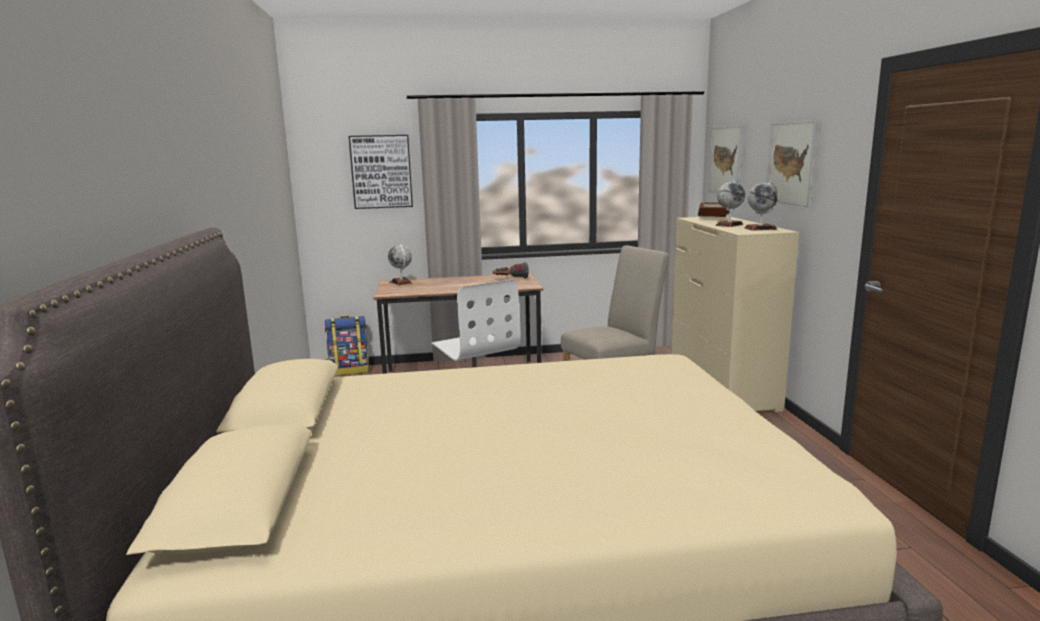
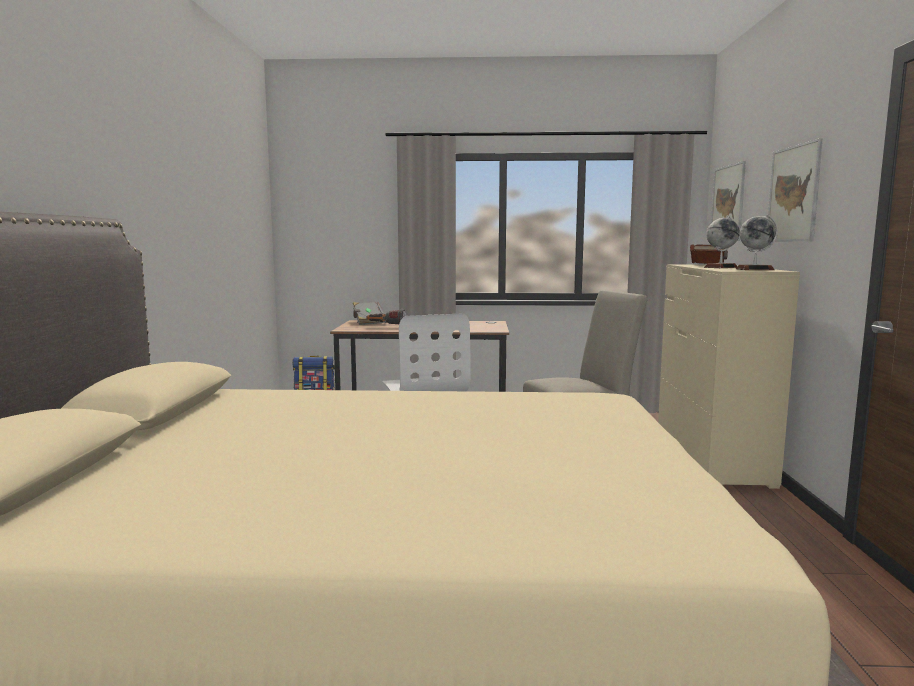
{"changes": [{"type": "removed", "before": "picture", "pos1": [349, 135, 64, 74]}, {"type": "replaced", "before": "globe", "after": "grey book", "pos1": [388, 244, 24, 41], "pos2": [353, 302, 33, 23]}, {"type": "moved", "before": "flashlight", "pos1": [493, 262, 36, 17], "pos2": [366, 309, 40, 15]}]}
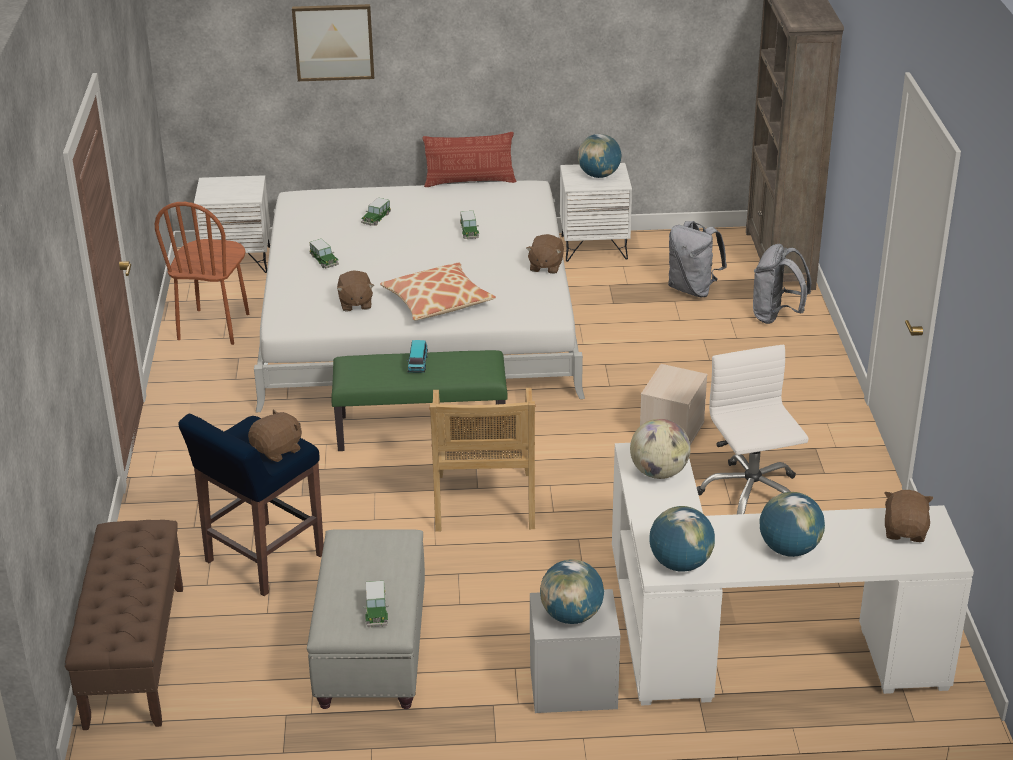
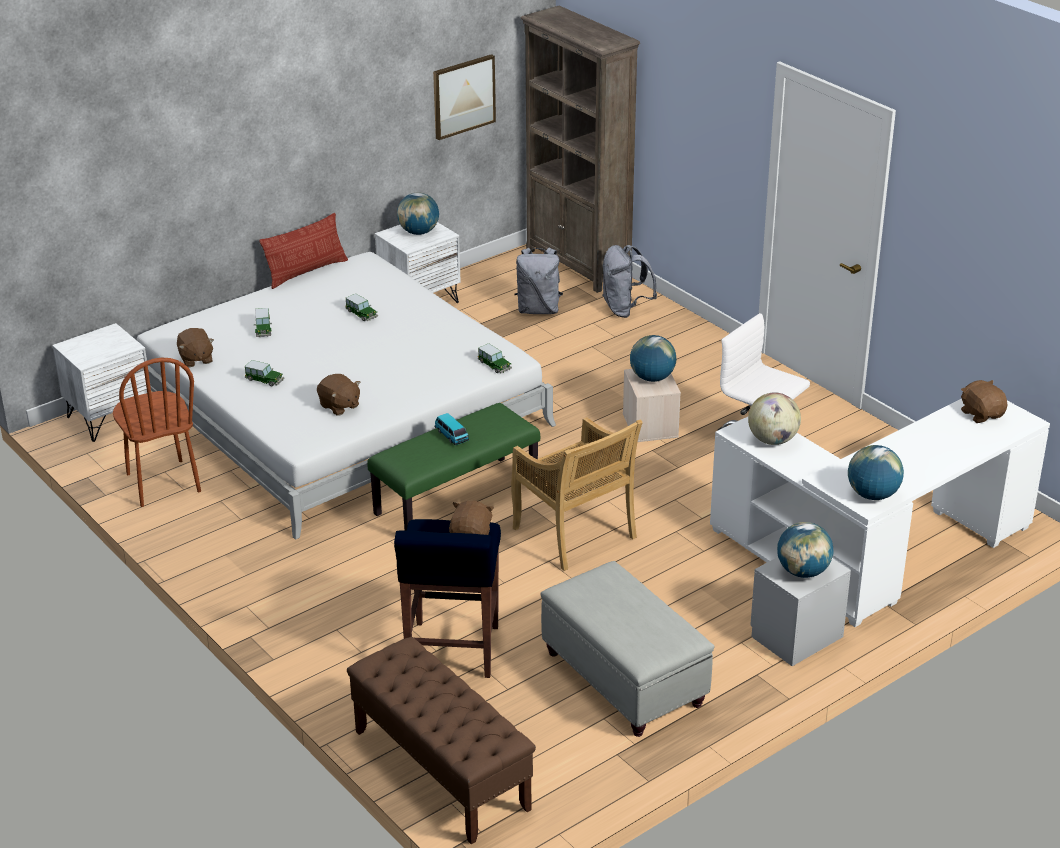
{"changes": [{"type": "moved", "before": "picture", "pos1": [292, 4, 82, 77], "pos2": [433, 54, 63, 86]}, {"type": "moved", "before": "toy car", "pos1": [364, 581, 25, 47], "pos2": [478, 343, 34, 30]}, {"type": "removed", "before": "pillow", "pos1": [380, 262, 116, 58]}, {"type": "moved", "before": "brown plush toy", "pos1": [526, 234, 38, 40], "pos2": [177, 328, 37, 40]}, {"type": "moved", "before": "globe", "pos1": [760, 492, 65, 65], "pos2": [630, 335, 46, 47]}]}
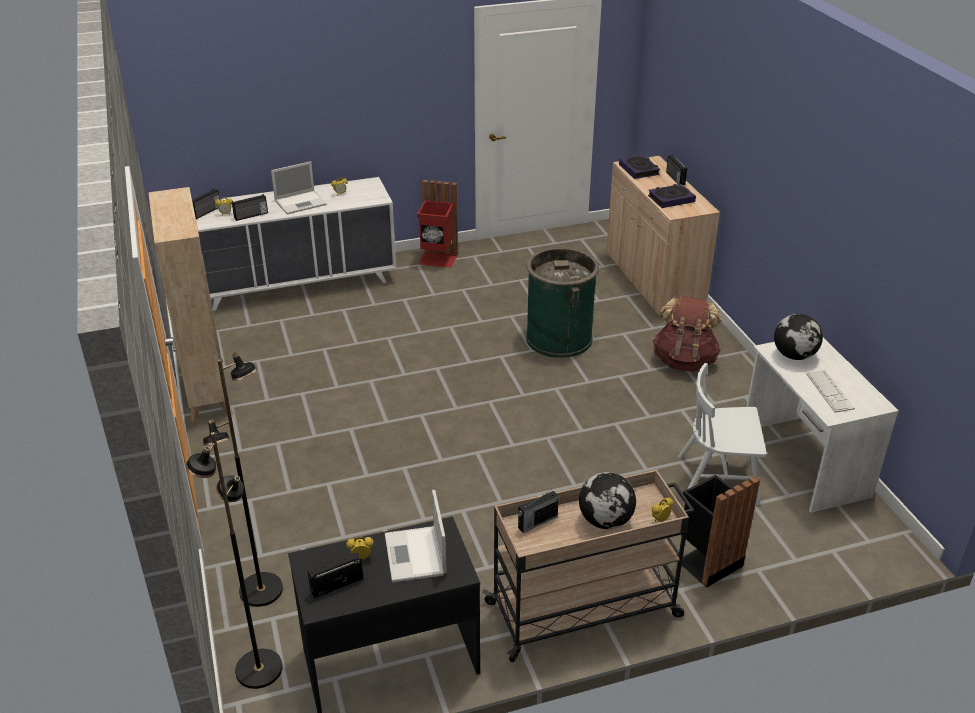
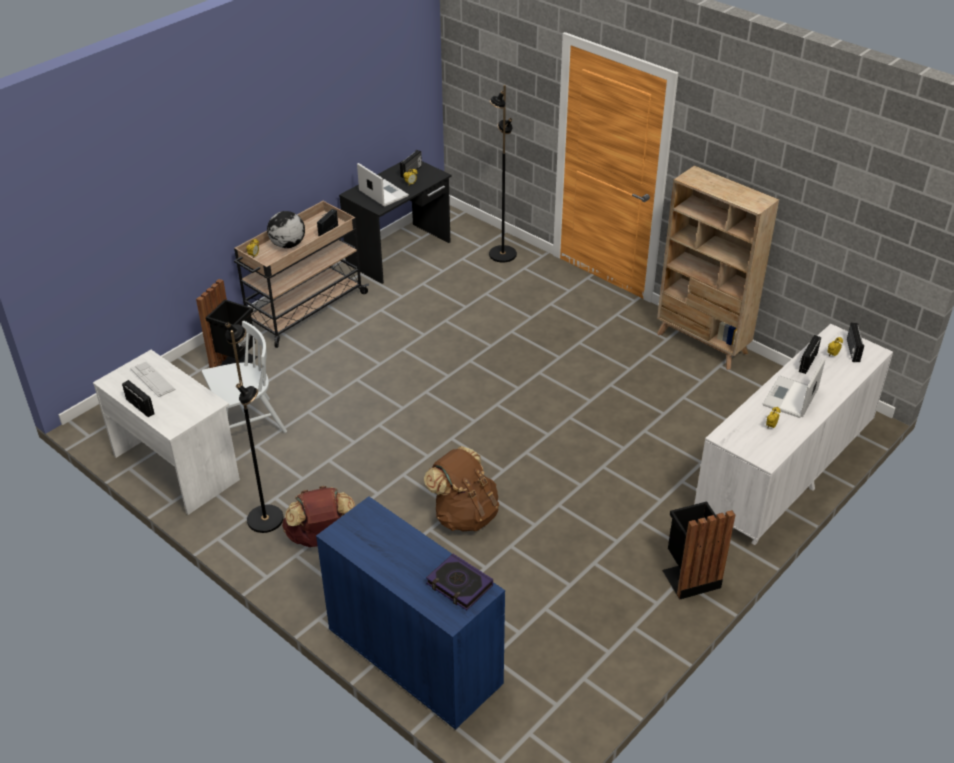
{"changes": [{"type": "moved", "before": "black floor lamp", "pos1": [186, 432, 97, 257], "pos2": [225, 322, 59, 211]}, {"type": "recoloured", "before": "red trash can", "after": "black trash can", "pos1": [417, 180, 41, 88], "pos2": [662, 501, 73, 99]}, {"type": "replaced", "before": "green trash can", "after": "brown backpack", "pos1": [526, 247, 73, 111], "pos2": [424, 446, 75, 85]}, {"type": "recoloured", "before": "beige cabinet", "after": "blue cabinet", "pos1": [606, 156, 114, 161], "pos2": [316, 496, 189, 234]}, {"type": "removed", "before": "book", "pos1": [648, 184, 48, 24]}, {"type": "moved", "before": "radio", "pos1": [666, 155, 21, 30], "pos2": [122, 380, 33, 37]}, {"type": "removed", "before": "globe", "pos1": [774, 314, 49, 46]}]}
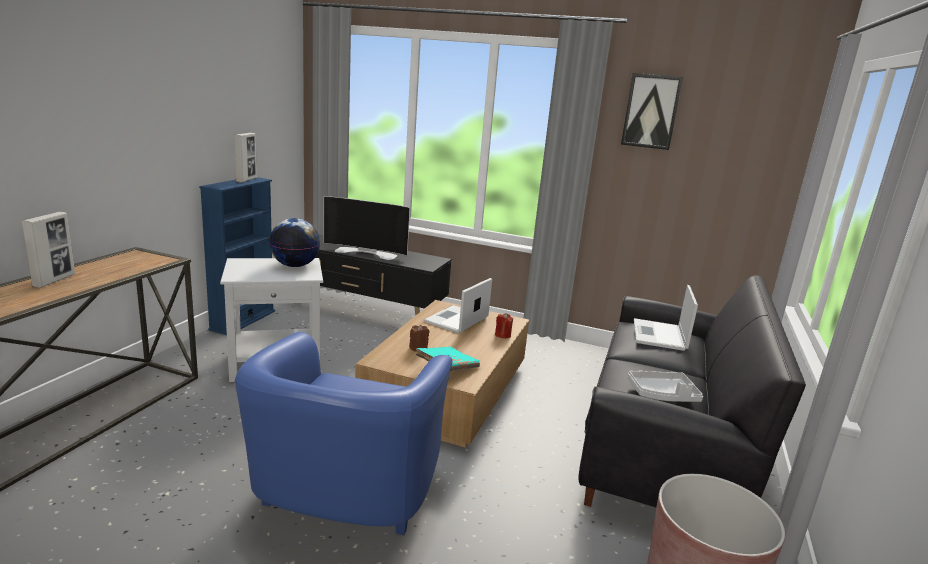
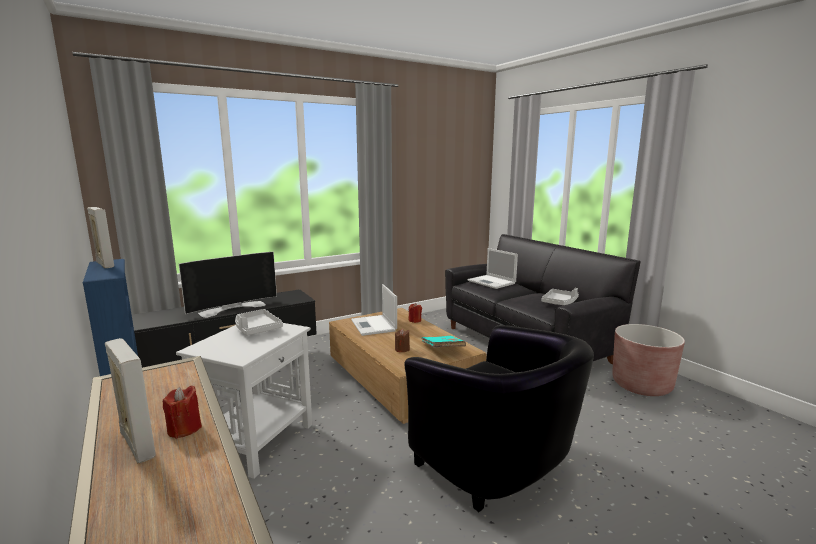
{"changes": [{"type": "recoloured", "before": "blue armchair", "after": "black armchair", "pos1": [235, 332, 218, 203], "pos2": [404, 325, 190, 187]}, {"type": "replaced", "before": "globe", "after": "grey tray", "pos1": [269, 218, 51, 49], "pos2": [235, 309, 48, 26]}, {"type": "removed", "before": "picture", "pos1": [621, 73, 62, 77]}, {"type": "added", "after": "red candle", "pos2": [162, 386, 40, 53]}]}
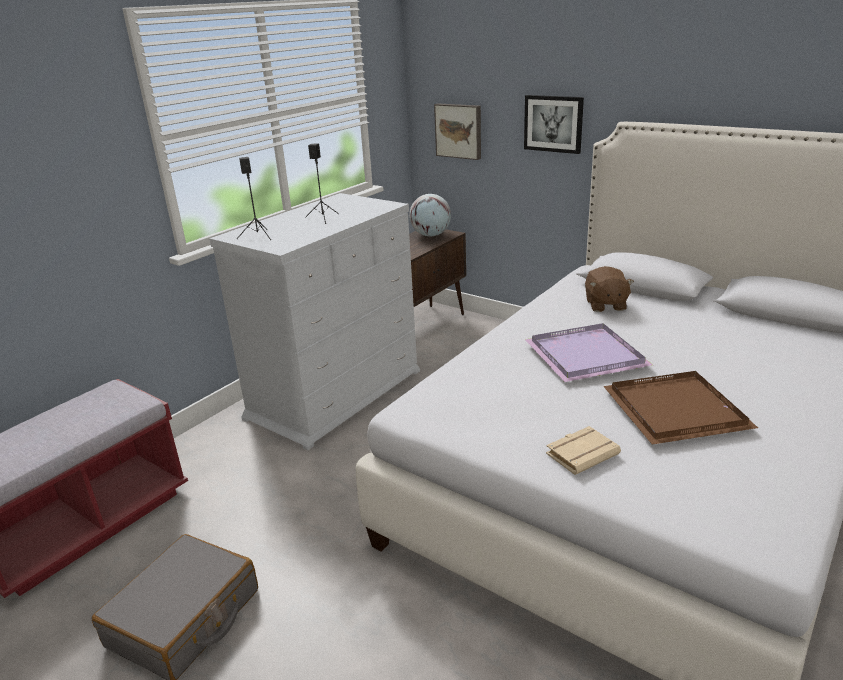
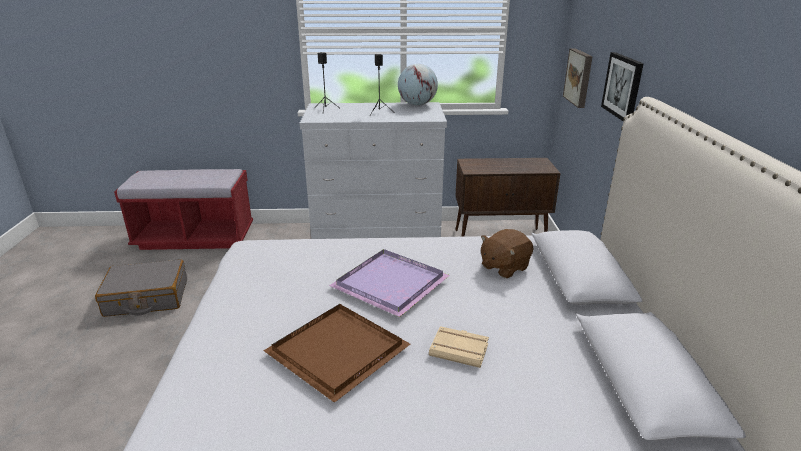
{"changes": [{"type": "moved", "before": "globe", "pos1": [409, 194, 42, 42], "pos2": [398, 64, 40, 42]}, {"type": "moved", "before": "beige book", "pos1": [546, 426, 75, 49], "pos2": [429, 326, 60, 42]}]}
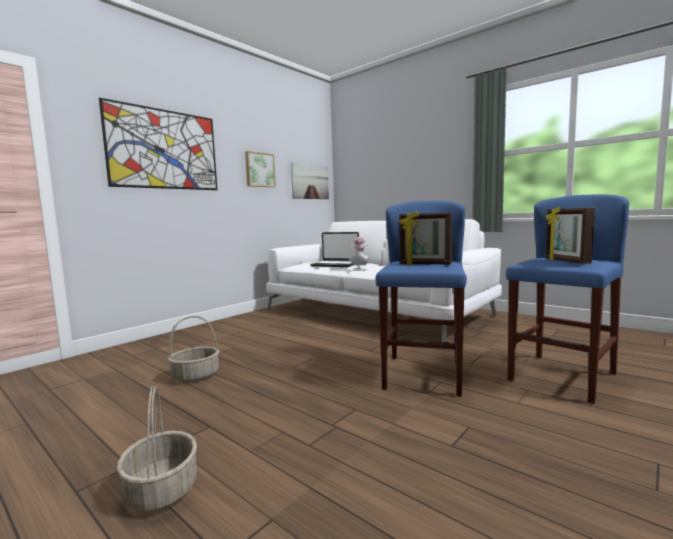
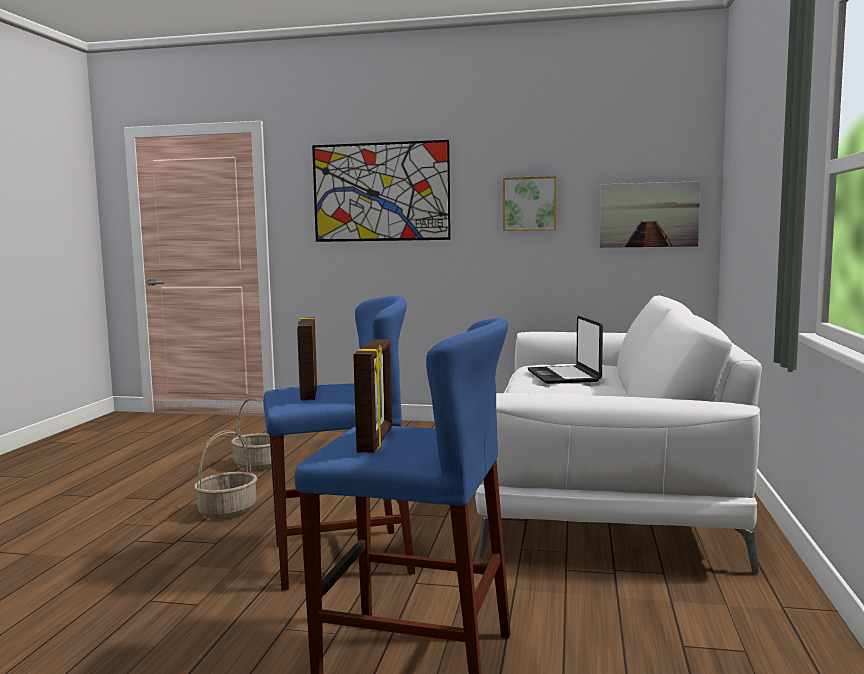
{"changes": [{"type": "moved", "before": "basket", "pos1": [117, 386, 80, 126], "pos2": [194, 431, 63, 88]}, {"type": "removed", "before": "hat", "pos1": [349, 237, 20, 34]}, {"type": "turned", "before": "picture frame", "pos1": [546, 207, 49, 57], "pos2": [353, 340, 39, 113], "turn": 135}]}
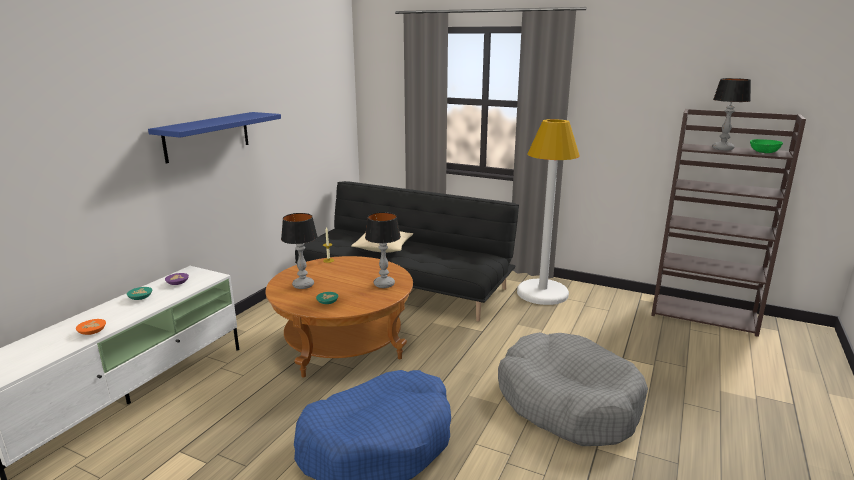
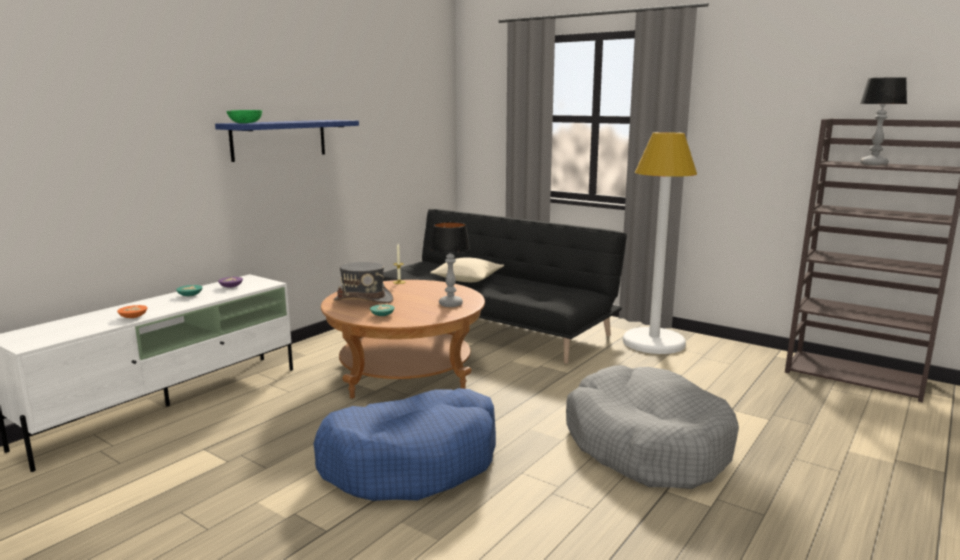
{"changes": [{"type": "replaced", "before": "table lamp", "after": "grey hat", "pos1": [281, 213, 37, 76], "pos2": [333, 262, 60, 41]}, {"type": "moved", "before": "green bowl", "pos1": [750, 139, 33, 14], "pos2": [226, 110, 36, 13]}]}
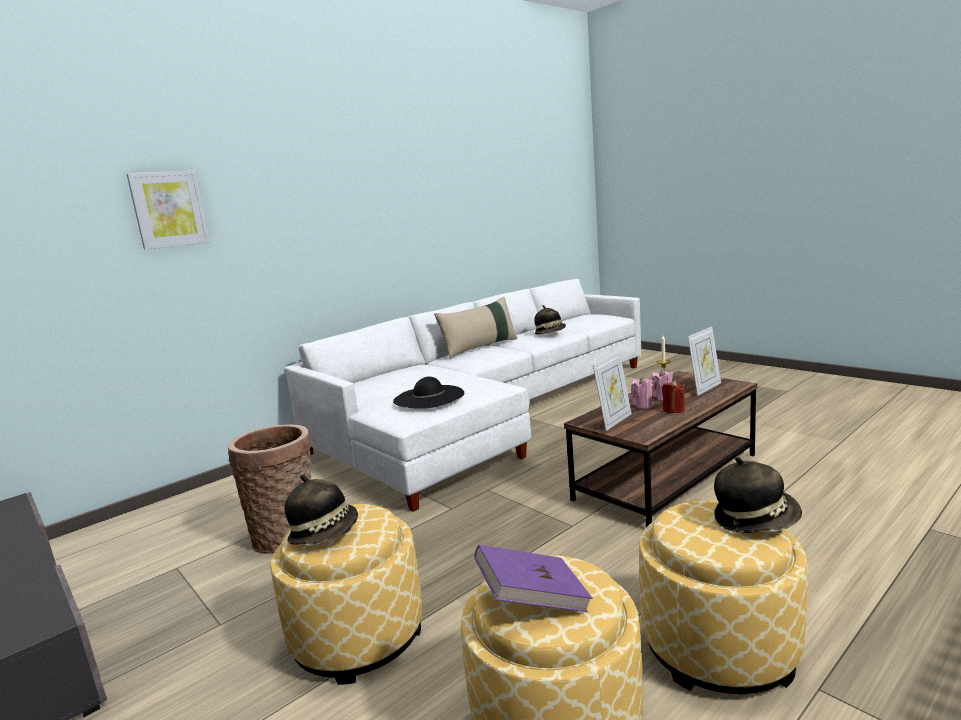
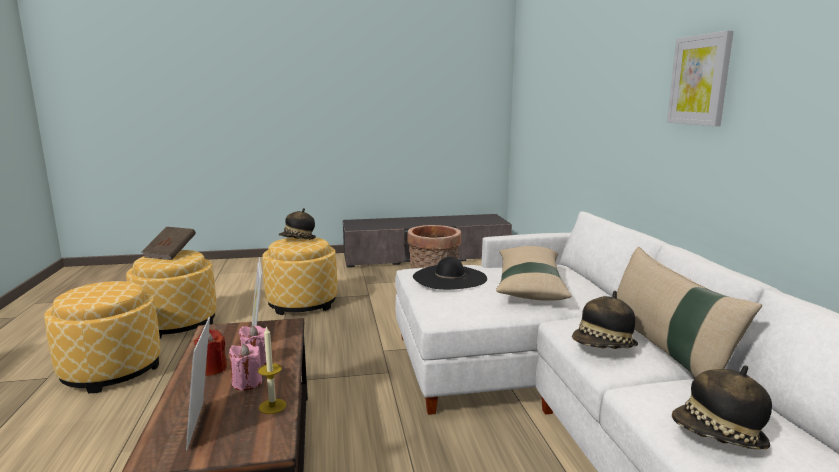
{"changes": [{"type": "moved", "before": "picture", "pos1": [127, 171, 83, 79], "pos2": [667, 30, 66, 96]}, {"type": "recoloured", "before": "purple book", "after": "brown book", "pos1": [474, 545, 119, 67], "pos2": [142, 227, 54, 33]}, {"type": "moved", "before": "hat", "pos1": [714, 457, 88, 76], "pos2": [572, 291, 66, 58]}, {"type": "added", "after": "beige pillow", "pos2": [496, 246, 75, 55]}]}
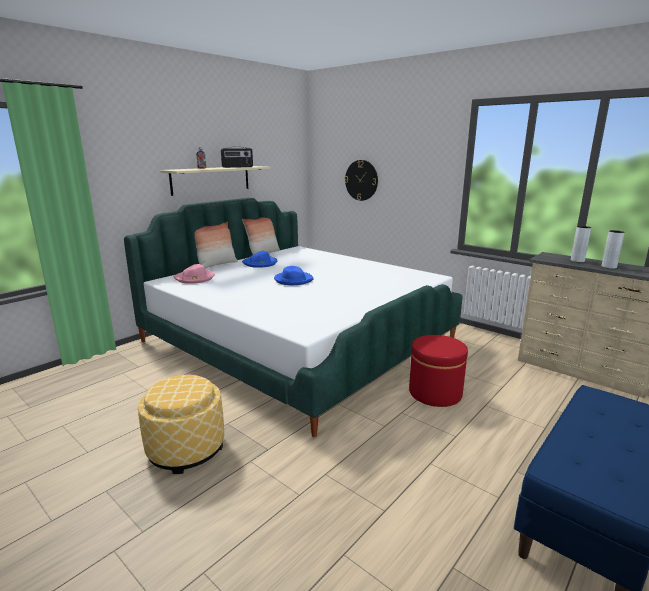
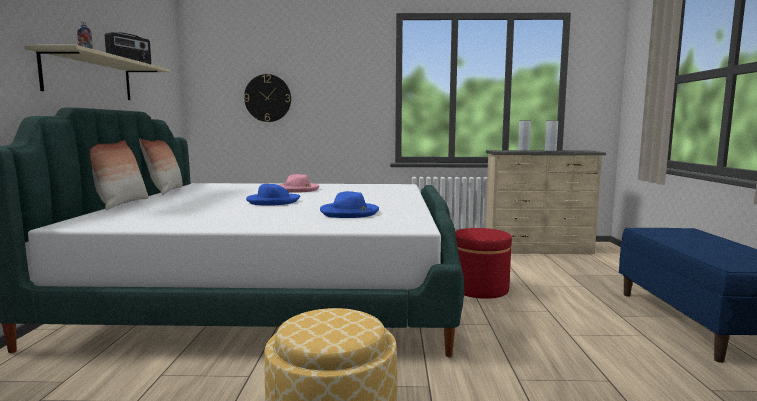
{"changes": [{"type": "moved", "before": "pink hat", "pos1": [174, 264, 40, 20], "pos2": [279, 174, 41, 19]}, {"type": "moved", "before": "blue hat", "pos1": [242, 251, 35, 17], "pos2": [320, 191, 59, 27]}]}
